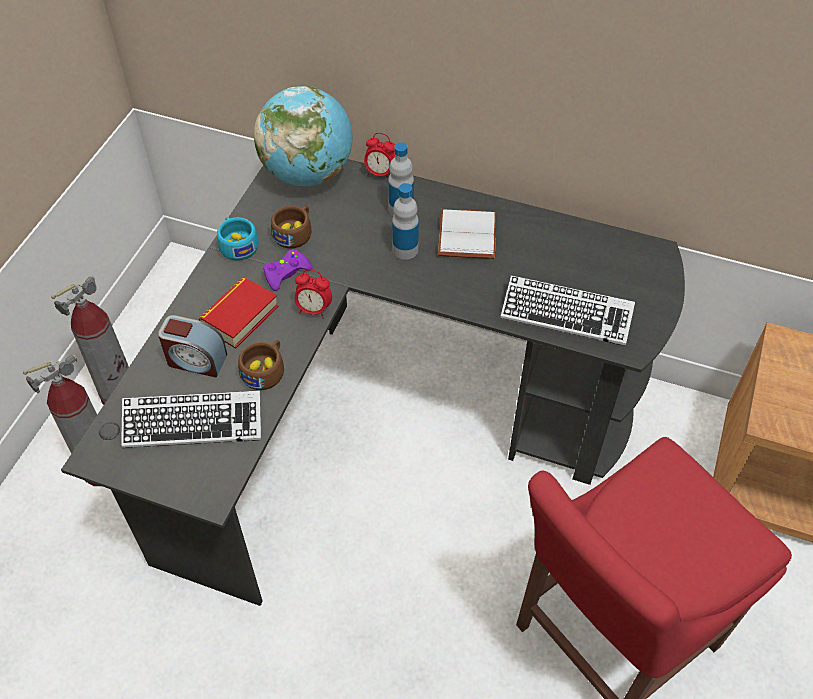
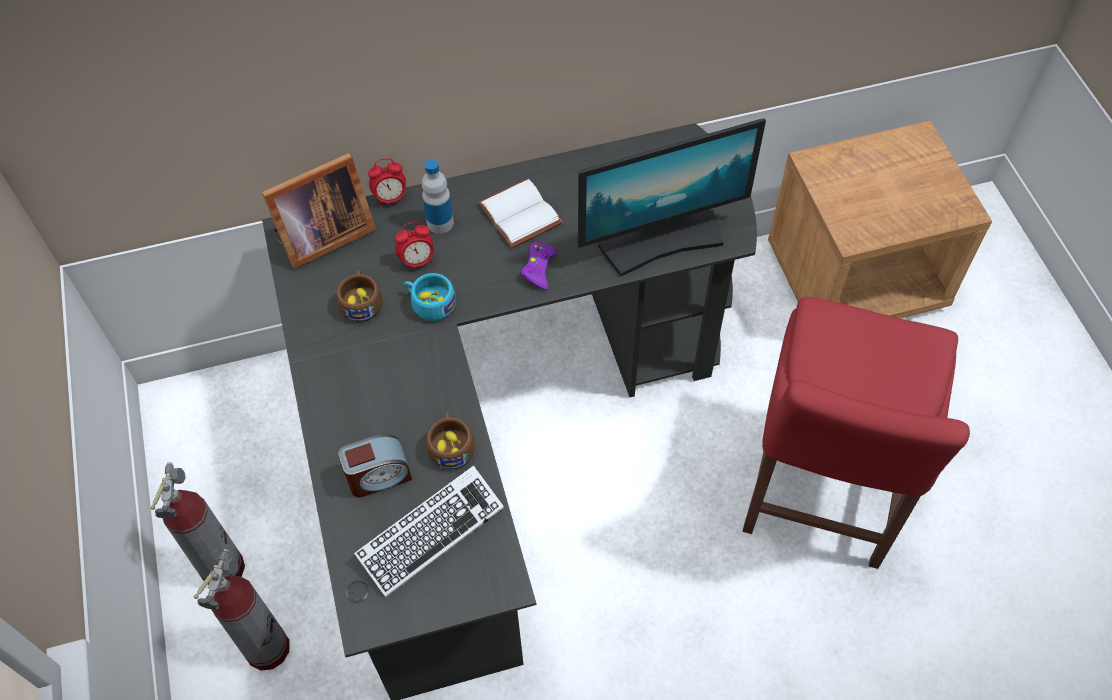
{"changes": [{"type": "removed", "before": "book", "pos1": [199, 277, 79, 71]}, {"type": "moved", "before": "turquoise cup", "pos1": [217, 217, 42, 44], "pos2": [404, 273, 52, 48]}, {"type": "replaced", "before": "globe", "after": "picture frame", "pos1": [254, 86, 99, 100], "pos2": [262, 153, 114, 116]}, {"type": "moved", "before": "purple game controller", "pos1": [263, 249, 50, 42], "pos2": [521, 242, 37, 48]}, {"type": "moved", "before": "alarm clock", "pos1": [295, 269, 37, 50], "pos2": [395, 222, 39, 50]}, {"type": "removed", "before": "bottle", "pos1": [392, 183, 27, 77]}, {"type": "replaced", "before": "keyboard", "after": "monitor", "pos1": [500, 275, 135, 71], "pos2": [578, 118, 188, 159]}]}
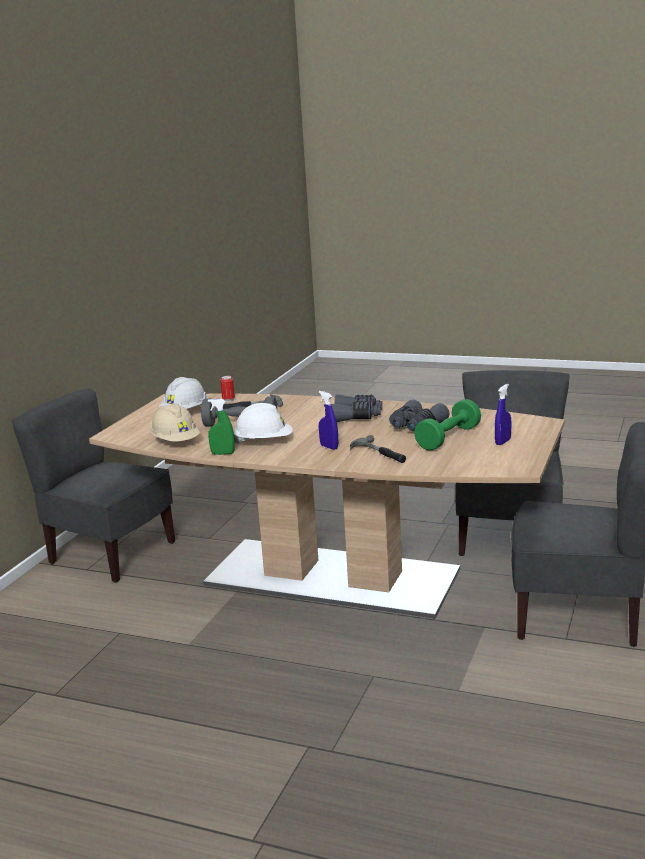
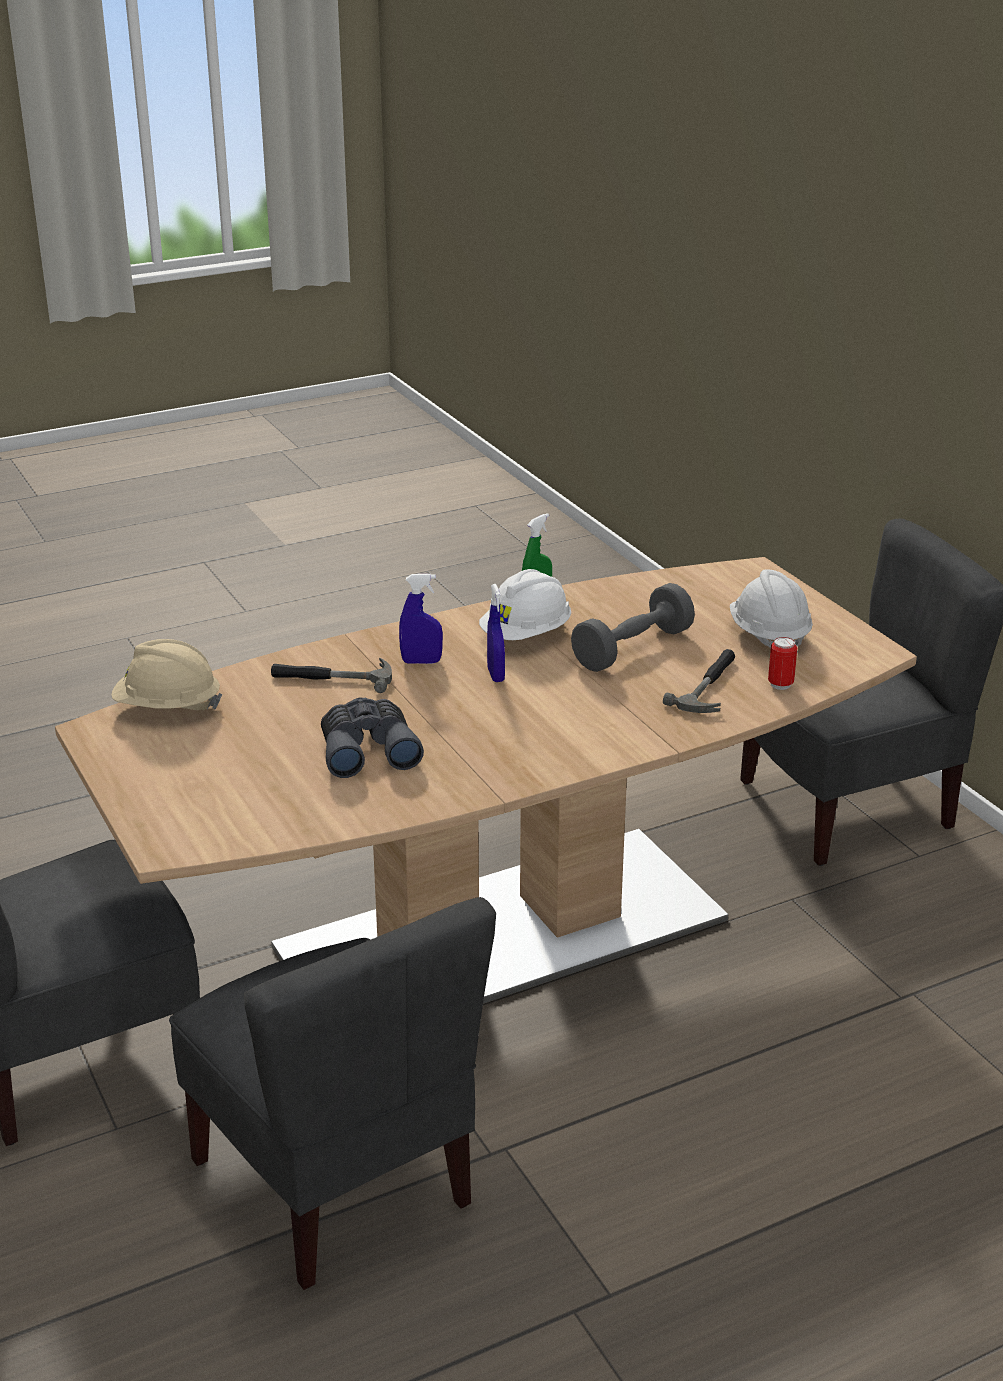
{"changes": [{"type": "moved", "before": "beige hard hat", "pos1": [150, 403, 50, 38], "pos2": [111, 639, 111, 72]}, {"type": "removed", "before": "grey binoculars", "pos1": [331, 395, 52, 27]}, {"type": "removed", "before": "green dumbbell", "pos1": [414, 399, 67, 51]}, {"type": "moved", "before": "blue spray bottle", "pos1": [495, 384, 16, 61], "pos2": [487, 584, 18, 98]}]}
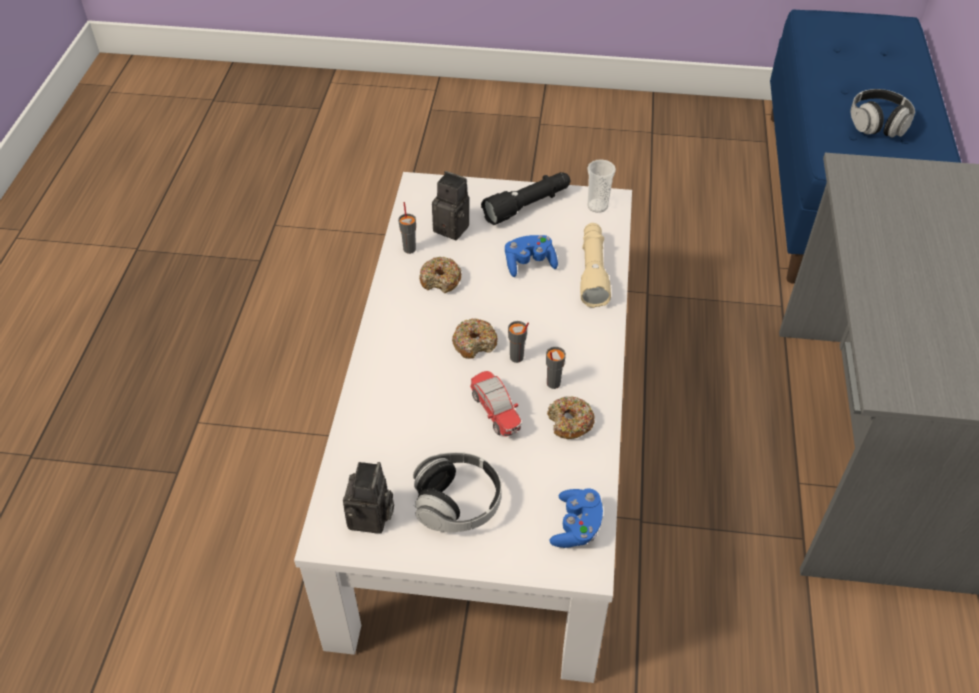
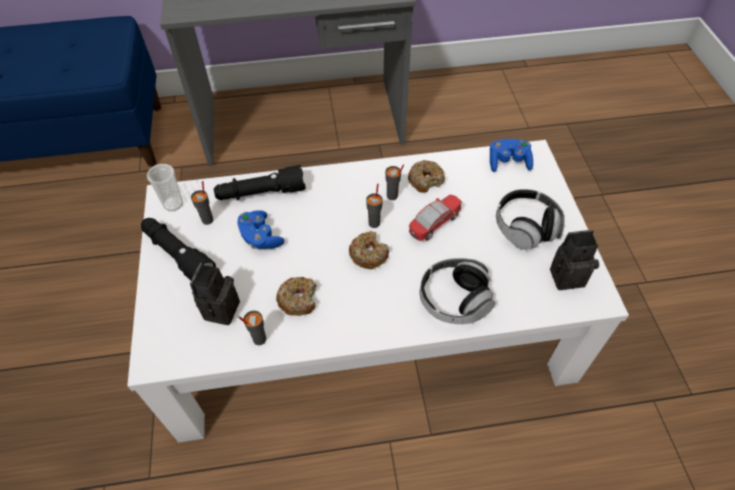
{"changes": [{"type": "recoloured", "before": "beige flashlight", "after": "black flashlight", "pos1": [580, 223, 31, 85], "pos2": [214, 165, 92, 35]}, {"type": "moved", "before": "headphones", "pos1": [851, 89, 64, 48], "pos2": [420, 258, 75, 66]}, {"type": "added", "after": "grey cup", "pos2": [191, 181, 22, 44]}]}
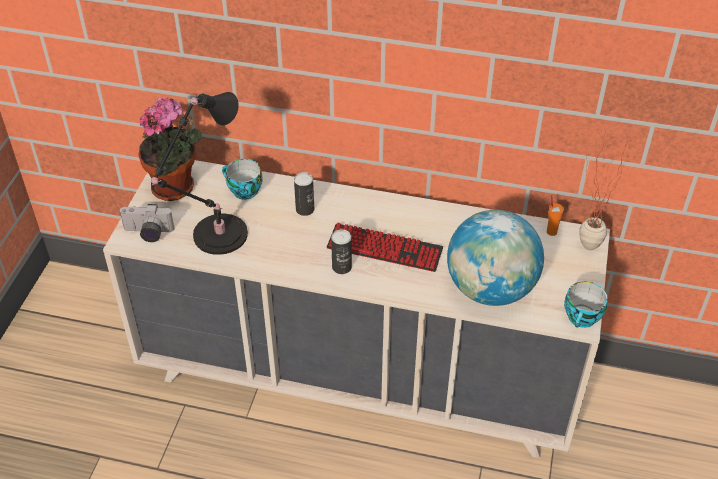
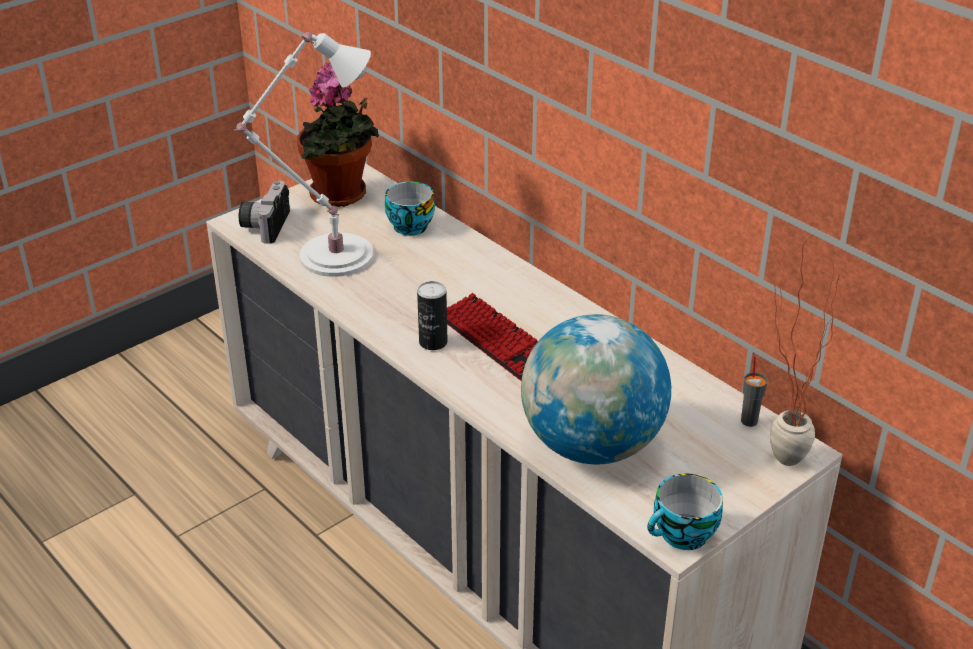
{"changes": [{"type": "turned", "before": "photo camera", "pos1": [119, 204, 55, 38], "pos2": [239, 181, 51, 63], "turn": 60}, {"type": "recoloured", "before": "black table lamp", "after": "white table lamp", "pos1": [151, 92, 97, 163], "pos2": [234, 32, 140, 245]}, {"type": "removed", "before": "can", "pos1": [294, 172, 20, 44]}, {"type": "recoloured", "before": "orange cup", "after": "grey cup", "pos1": [547, 195, 17, 41], "pos2": [741, 356, 27, 71]}]}
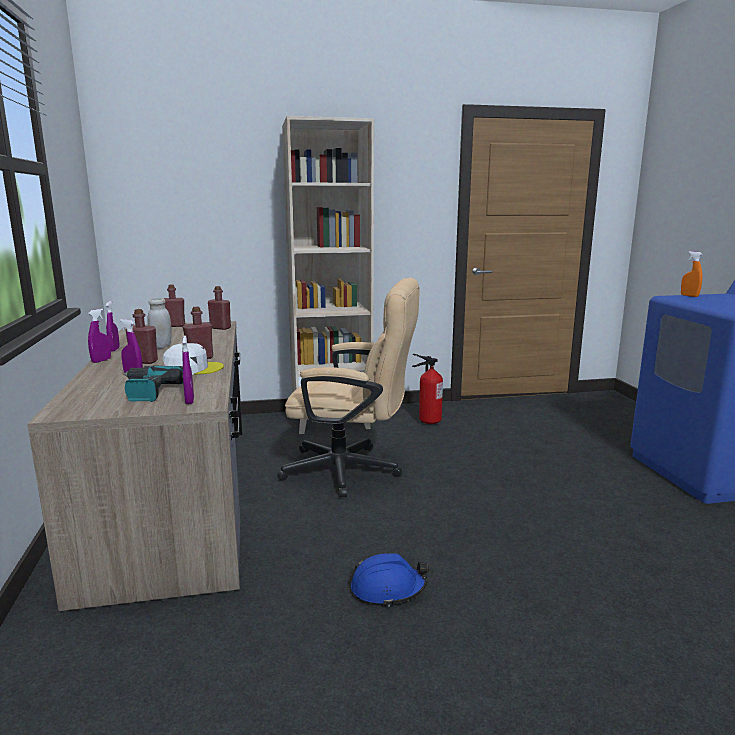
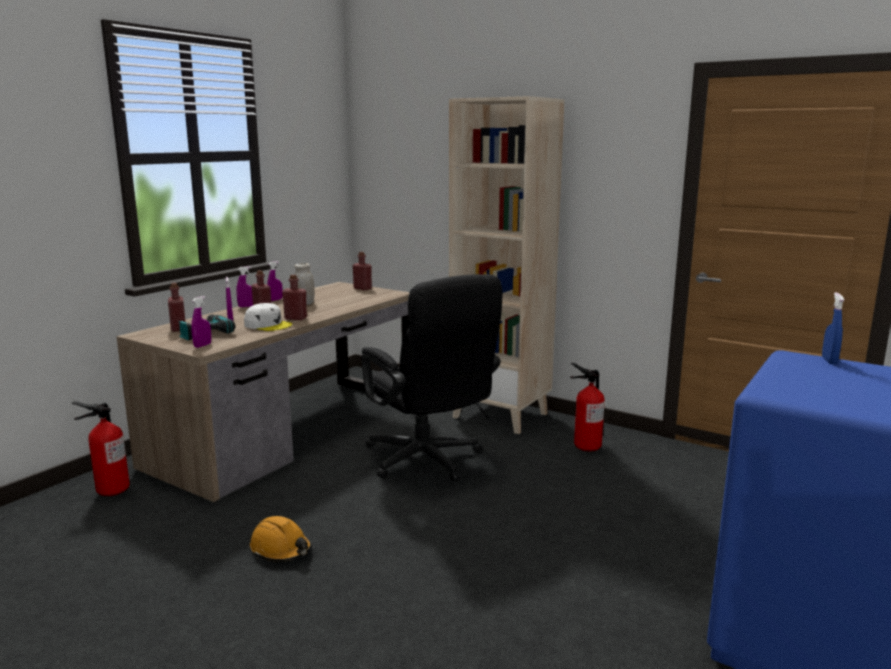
{"changes": [{"type": "moved", "before": "red bottle", "pos1": [208, 286, 23, 44], "pos2": [168, 283, 17, 49]}, {"type": "recoloured", "before": "beige office chair", "after": "black office chair", "pos1": [277, 277, 143, 220], "pos2": [361, 274, 141, 208]}, {"type": "recoloured", "before": "blue hard hat", "after": "orange hard hat", "pos1": [351, 553, 78, 54], "pos2": [250, 516, 62, 46]}, {"type": "recoloured", "before": "orange spray bottle", "after": "blue spray bottle", "pos1": [681, 251, 22, 46], "pos2": [822, 292, 22, 72]}, {"type": "added", "after": "fire extinguisher", "pos2": [72, 401, 58, 95]}]}
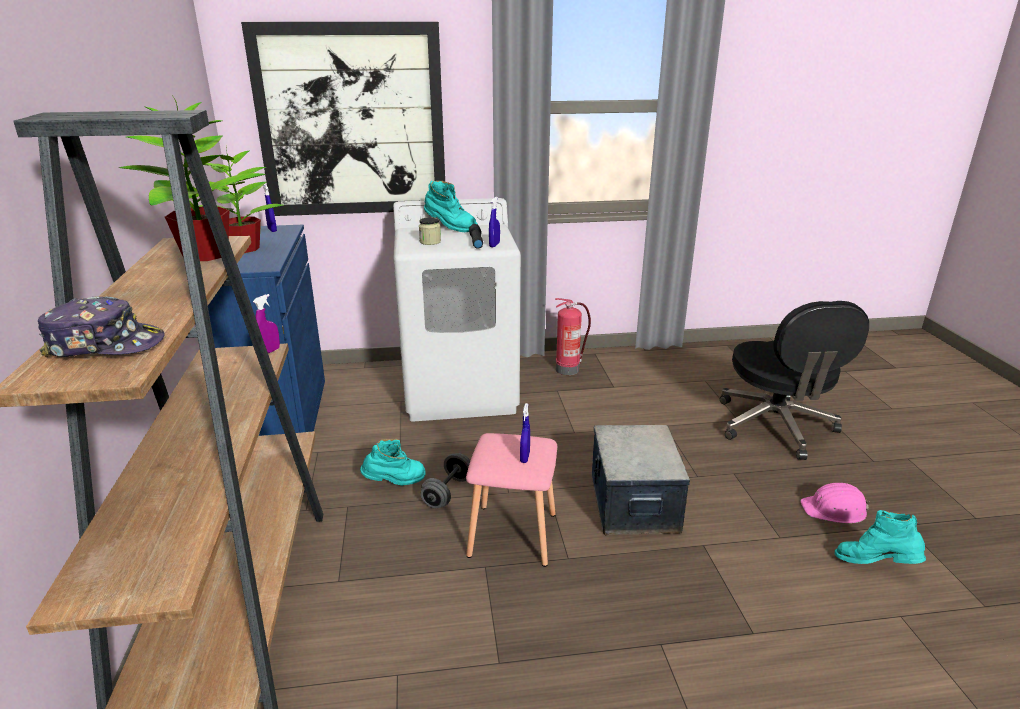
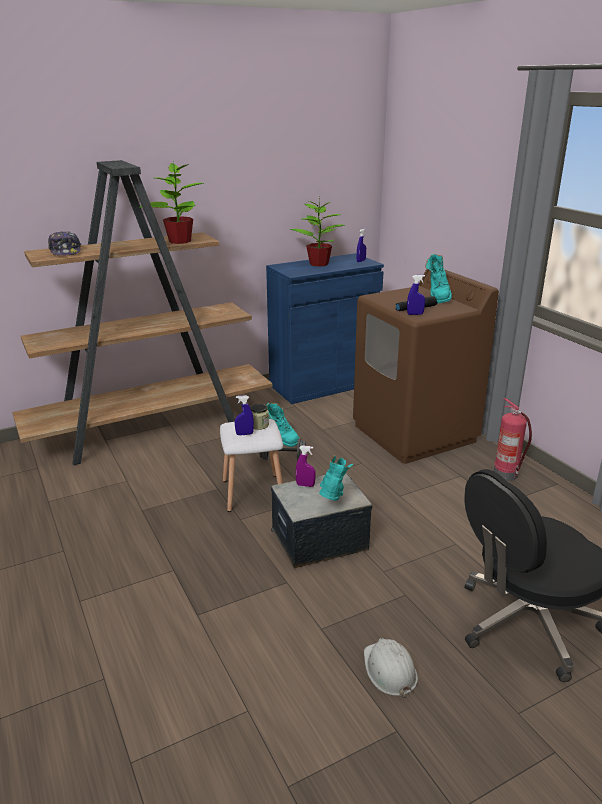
{"changes": [{"type": "removed", "before": "picture", "pos1": [241, 22, 204, 194]}, {"type": "moved", "before": "purple spray bottle", "pos1": [253, 294, 27, 59], "pos2": [296, 445, 20, 42]}, {"type": "recoloured", "before": "white washing machine", "after": "brown washing machine", "pos1": [393, 198, 128, 223], "pos2": [353, 269, 146, 195]}, {"type": "moved", "before": "jar", "pos1": [419, 217, 22, 28], "pos2": [250, 404, 19, 26]}, {"type": "recoloured", "before": "pink stool", "after": "white stool", "pos1": [466, 433, 91, 134], "pos2": [220, 419, 63, 93]}, {"type": "recoloured", "before": "pink hard hat", "after": "white hard hat", "pos1": [800, 483, 69, 40], "pos2": [364, 638, 54, 60]}, {"type": "moved", "before": "turquoise boot", "pos1": [835, 510, 91, 54], "pos2": [319, 455, 34, 46]}]}
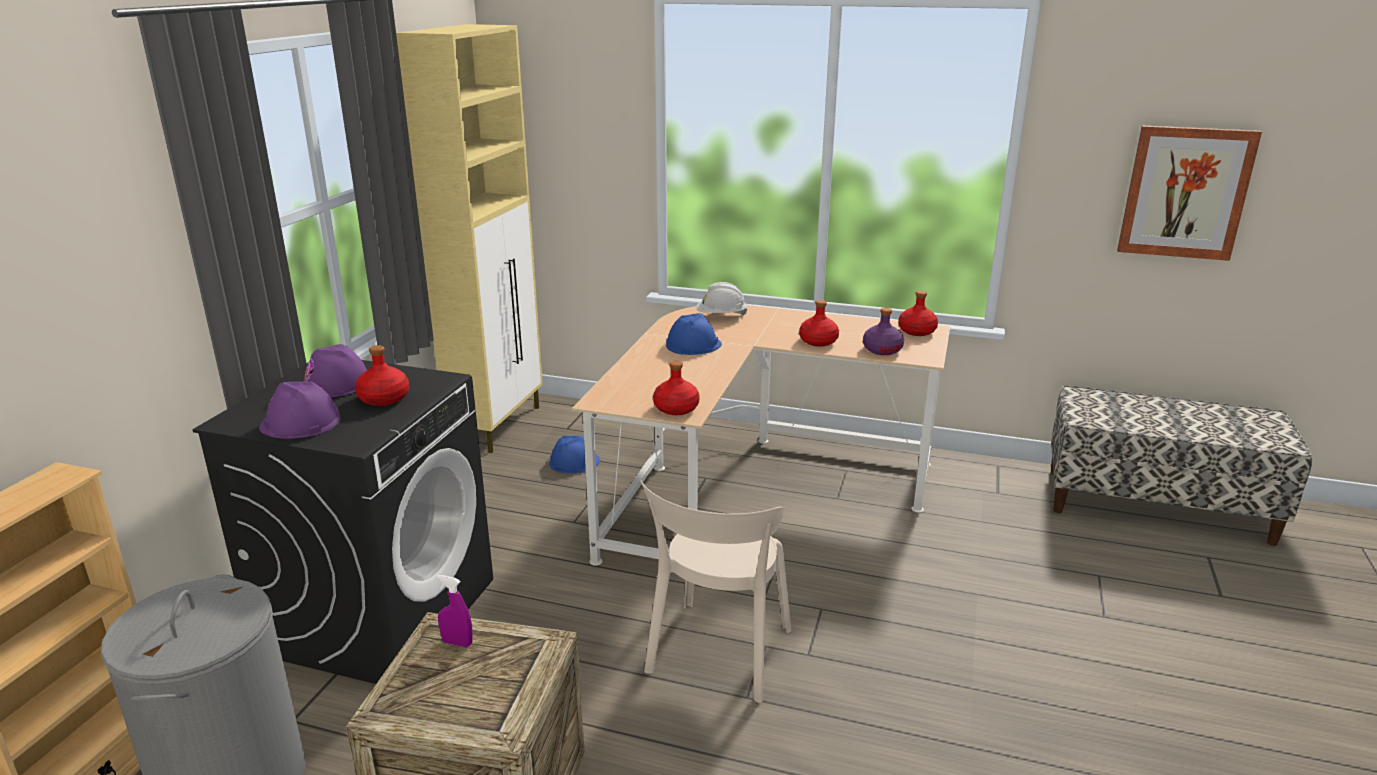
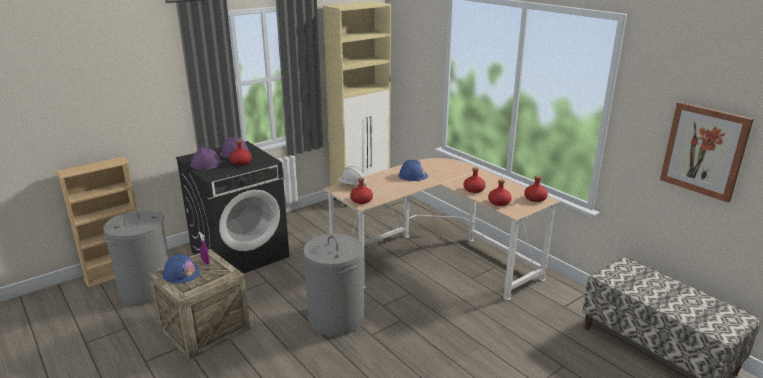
{"changes": [{"type": "moved", "before": "blue hard hat", "pos1": [549, 436, 51, 37], "pos2": [163, 254, 37, 29]}, {"type": "replaced", "before": "beige chair", "after": "grey laundry basket", "pos1": [640, 480, 151, 223], "pos2": [303, 234, 61, 102]}, {"type": "moved", "before": "white hard hat", "pos1": [696, 282, 52, 33], "pos2": [338, 166, 28, 20]}, {"type": "recoloured", "before": "purple bottle", "after": "red bottle", "pos1": [863, 308, 41, 47], "pos2": [488, 179, 24, 27]}]}
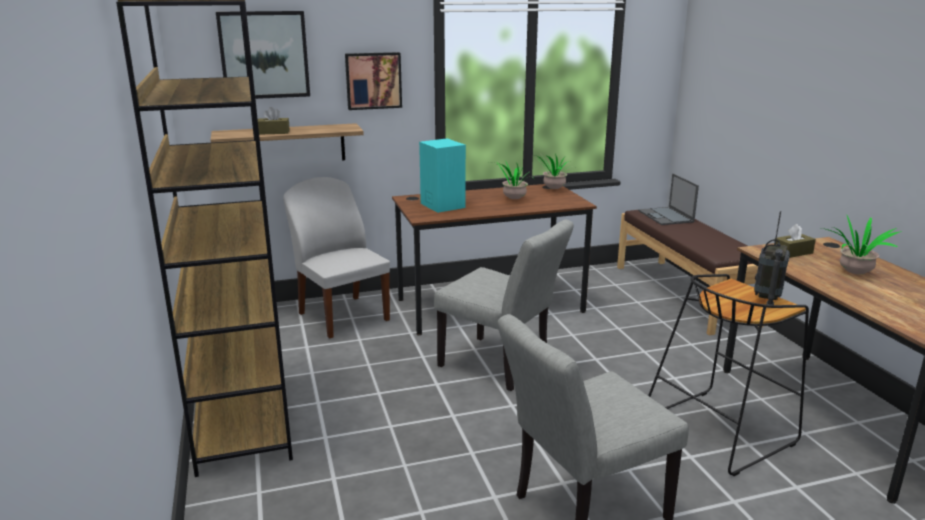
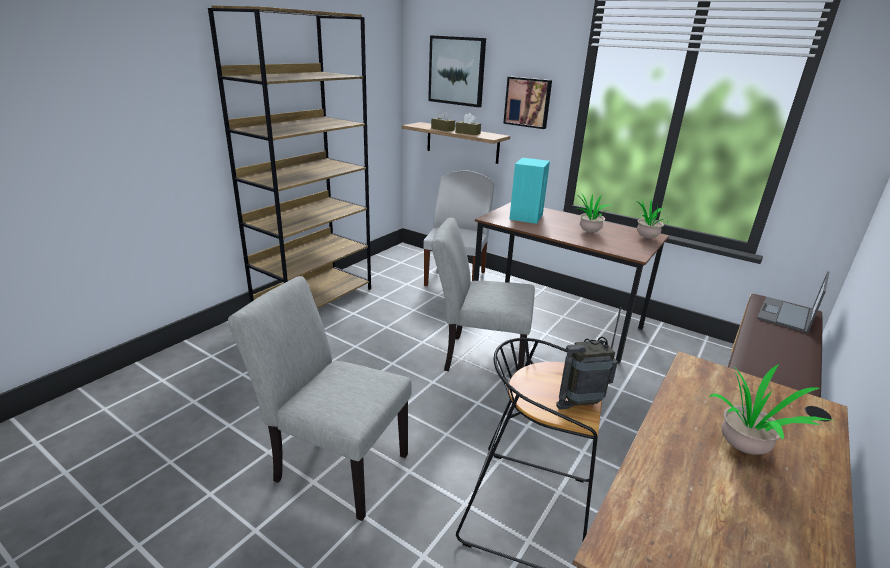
{"changes": [{"type": "turned", "before": "grey chair", "pos1": [434, 220, 140, 171], "pos2": [431, 218, 104, 153], "turn": 105}, {"type": "moved", "before": "brown tissue box", "pos1": [774, 224, 42, 34], "pos2": [455, 113, 26, 22]}]}
